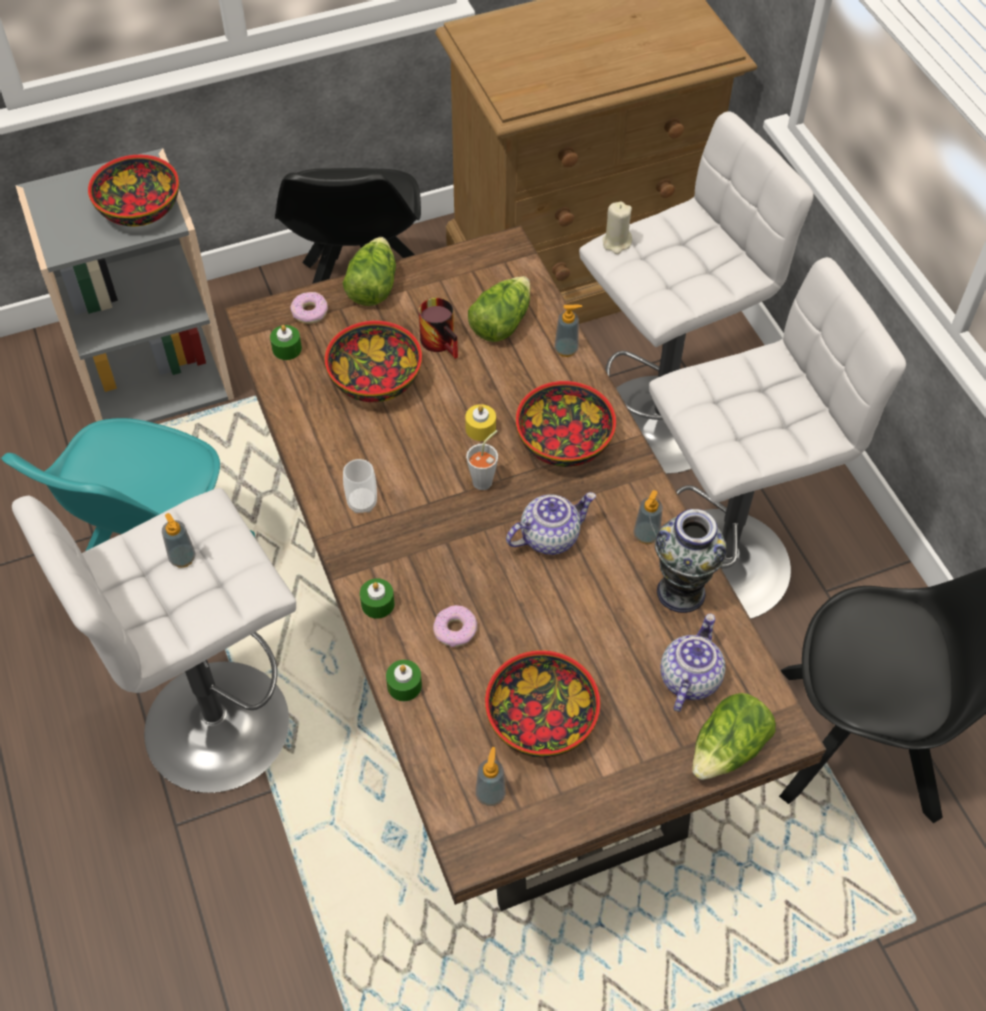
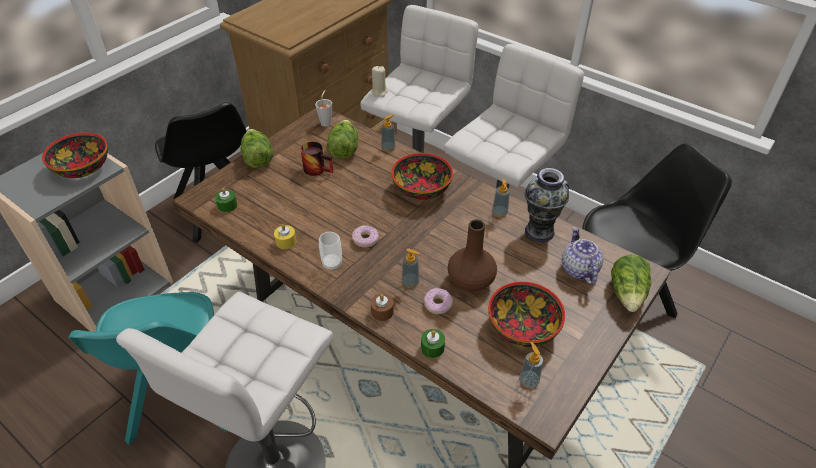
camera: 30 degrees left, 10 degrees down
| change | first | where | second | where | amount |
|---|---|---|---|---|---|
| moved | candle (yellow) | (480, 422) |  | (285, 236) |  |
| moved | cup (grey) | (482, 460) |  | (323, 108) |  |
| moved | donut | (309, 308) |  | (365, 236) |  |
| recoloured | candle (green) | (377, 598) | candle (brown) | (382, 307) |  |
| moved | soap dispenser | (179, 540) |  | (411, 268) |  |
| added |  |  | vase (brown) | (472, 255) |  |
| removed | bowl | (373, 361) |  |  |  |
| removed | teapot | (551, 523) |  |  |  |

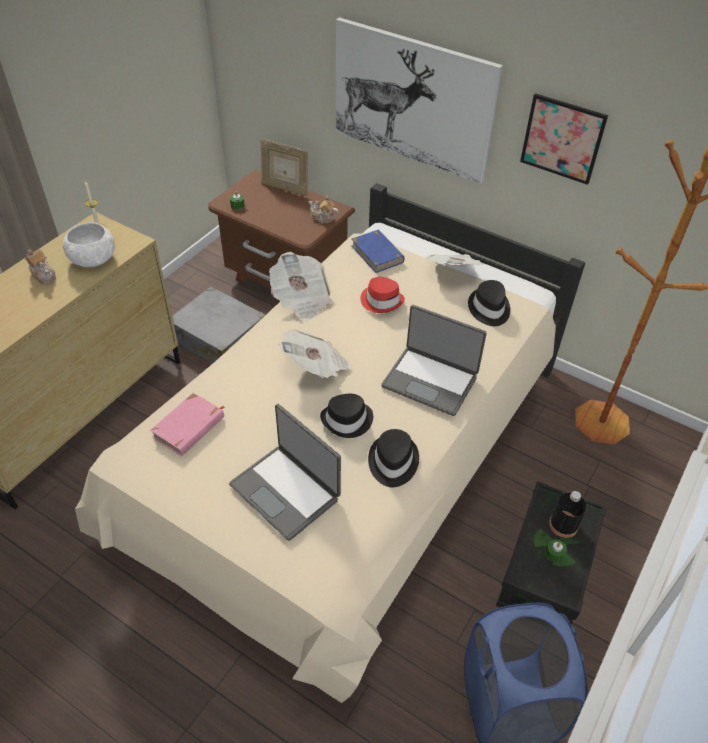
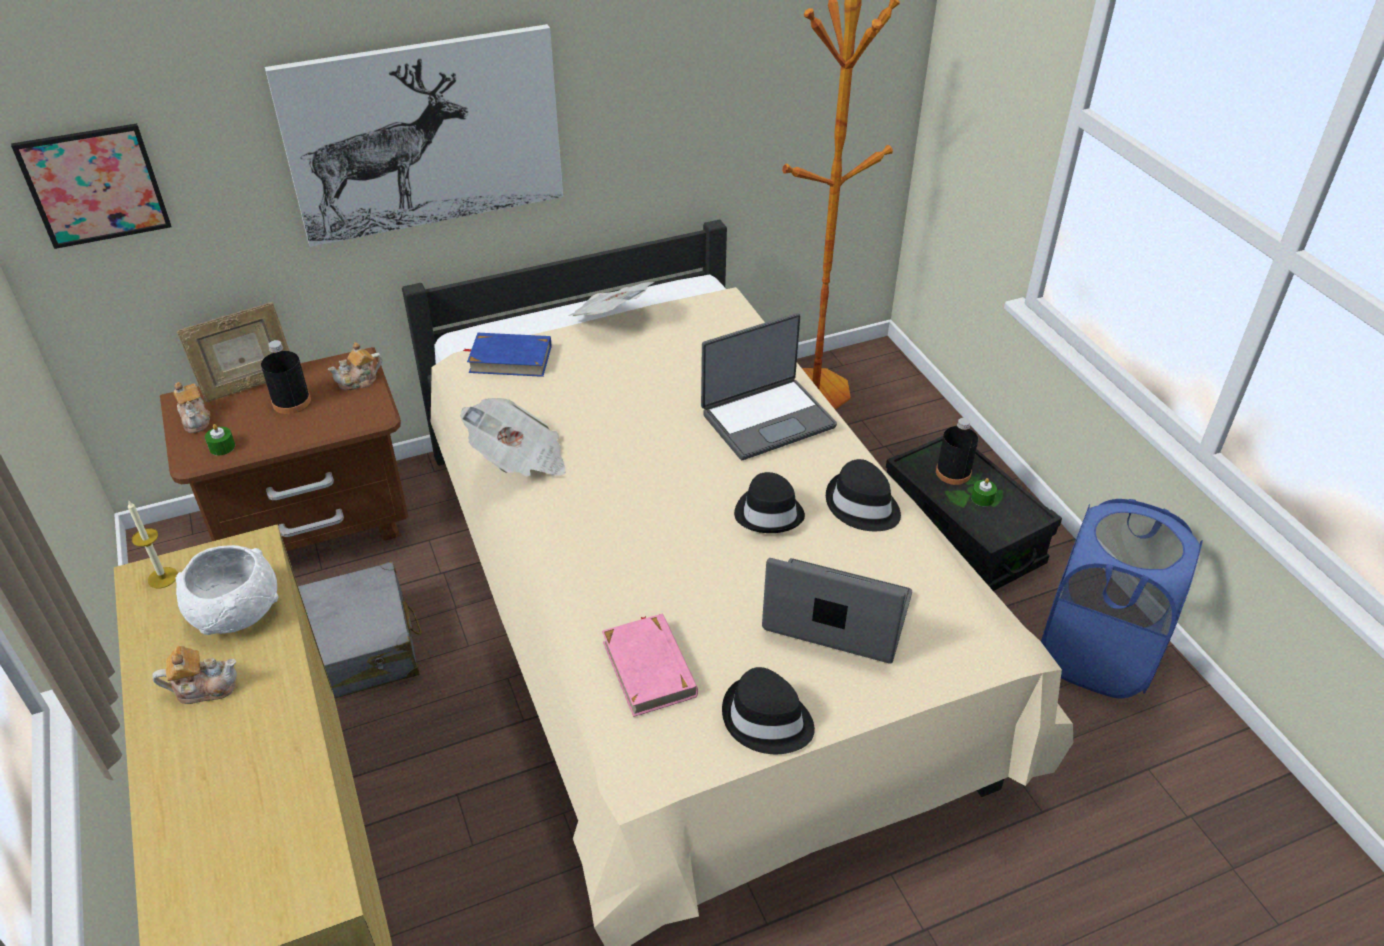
camera: 55 degrees left, 5 degrees down
| change | first | where | second | where | amount |
|---|---|---|---|---|---|
| moved | picture | (564, 139) |  | (91, 186) |  |
| added |  |  | teapot | (192, 407) |  |
| added |  |  | bottle (black) | (286, 377) |  |
| moved | hat (black) | (489, 303) |  | (768, 710) |  |
| turned | laptop | (285, 472) |  | (837, 610) | 150 degrees counterclockwise |
| removed | newspaper | (315, 354) |  |  |  |
| removed | hat (red) | (382, 295) |  |  |  |

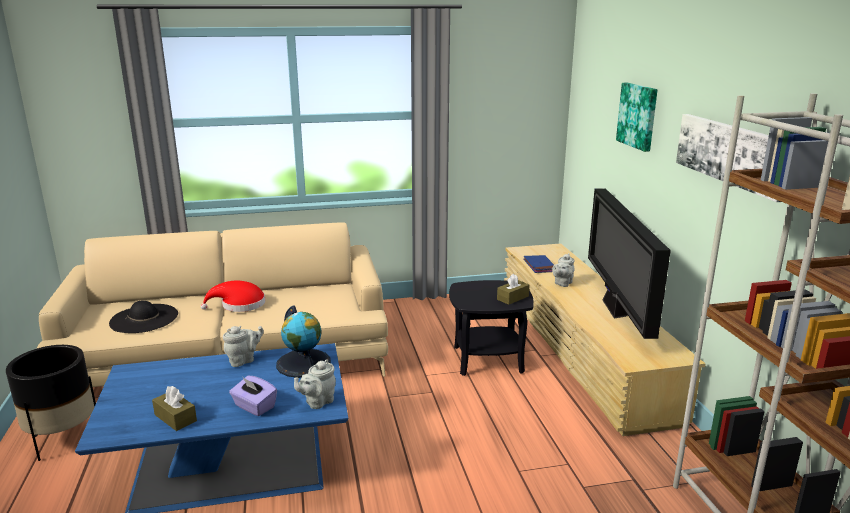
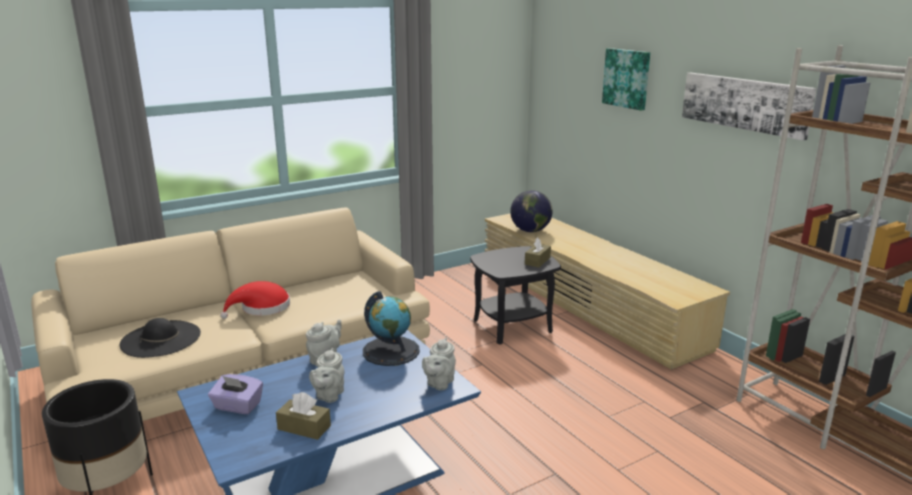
camera: 20 degrees left, 0 degrees up
| change | first | where | second | where | amount |
|---|---|---|---|---|---|
| moved | tissue box (purple) | (253, 396) |  | (235, 394) |  |
| moved | teapot (grey) | (563, 270) |  | (326, 375) |  |
| replaced | book (blue) | (538, 264) | globe | (531, 211) |  |
| removed | television | (629, 263) |  |  |  |

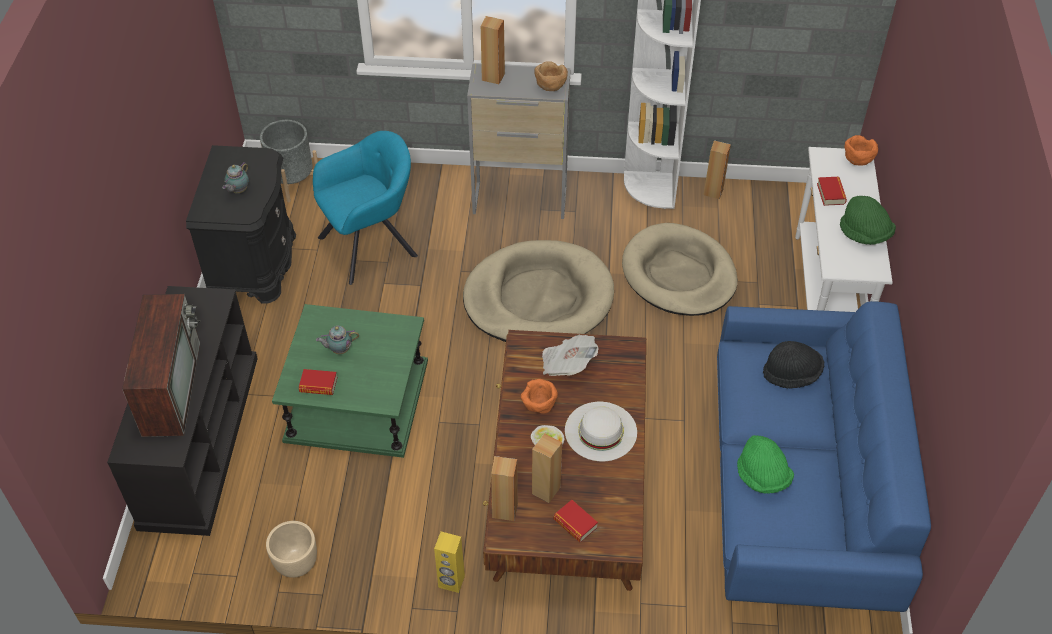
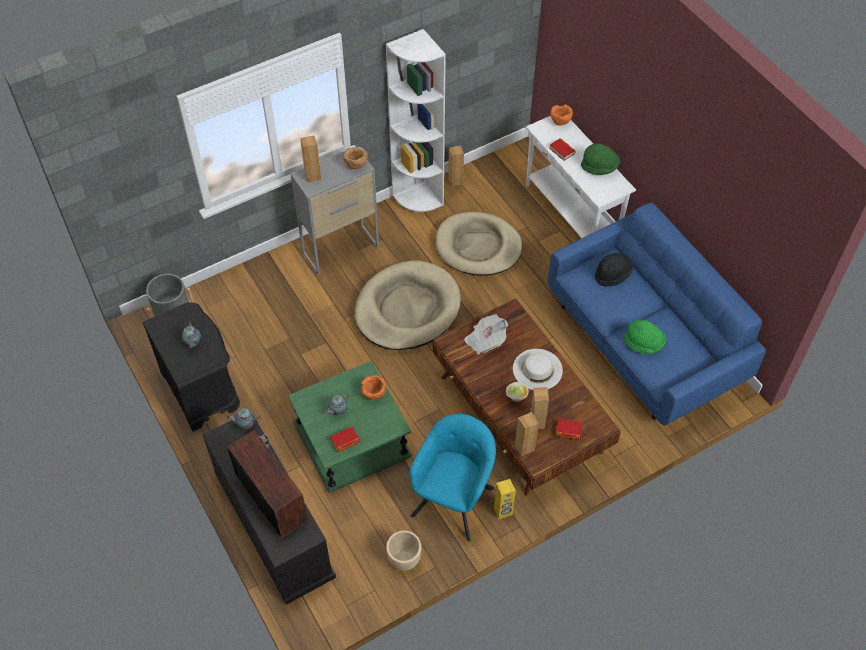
camera: 35 degrees left, 5 degrees up
| change | first | where | second | where | amount |
|---|---|---|---|---|---|
| added |  |  | teapot | (244, 418) |  |
| moved | bowl (orange) | (539, 396) |  | (373, 387) |  |
| moved | armchair (turquoise) | (365, 208) |  | (452, 477) |  |

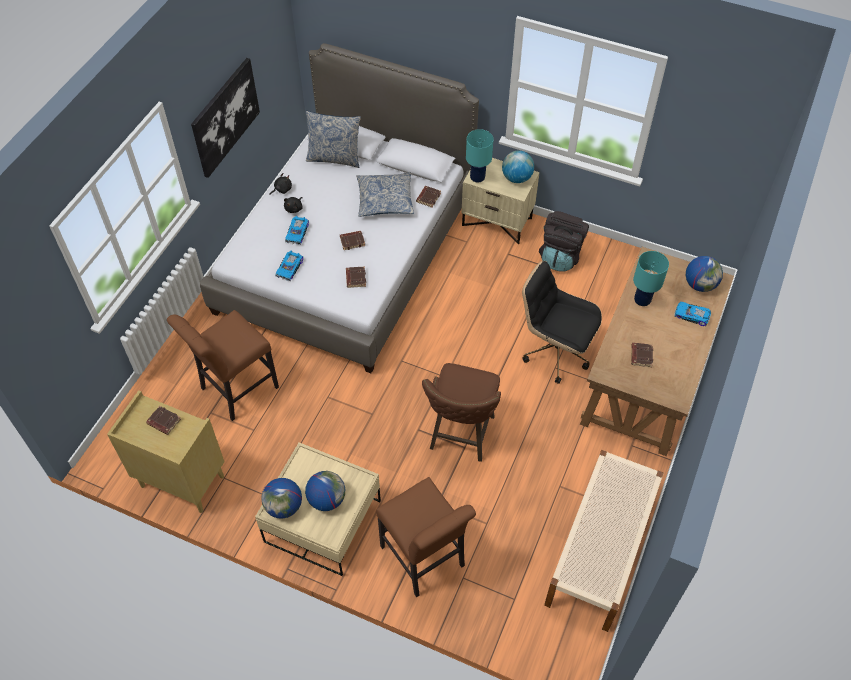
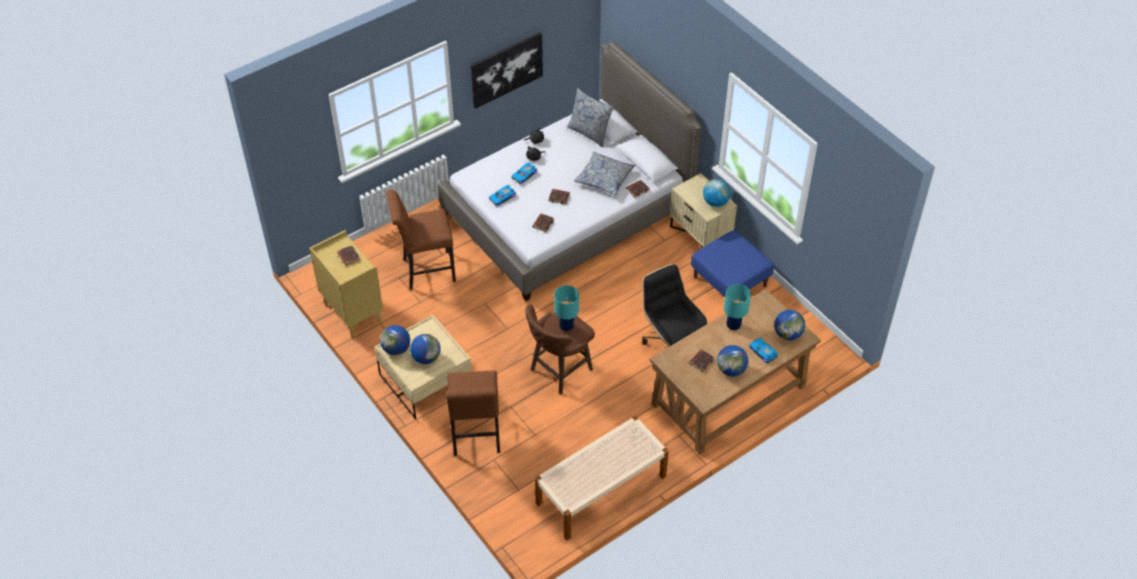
camera: 30 degrees right, 5 degrees down
| change | first | where | second | where | amount |
|---|---|---|---|---|---|
| moved | table lamp (turquoise) | (479, 156) |  | (566, 308) |  |
| replaced | backpack (black) | (564, 241) | ottoman (blue) | (732, 265) |  |
| added |  |  | globe | (732, 360) |  |

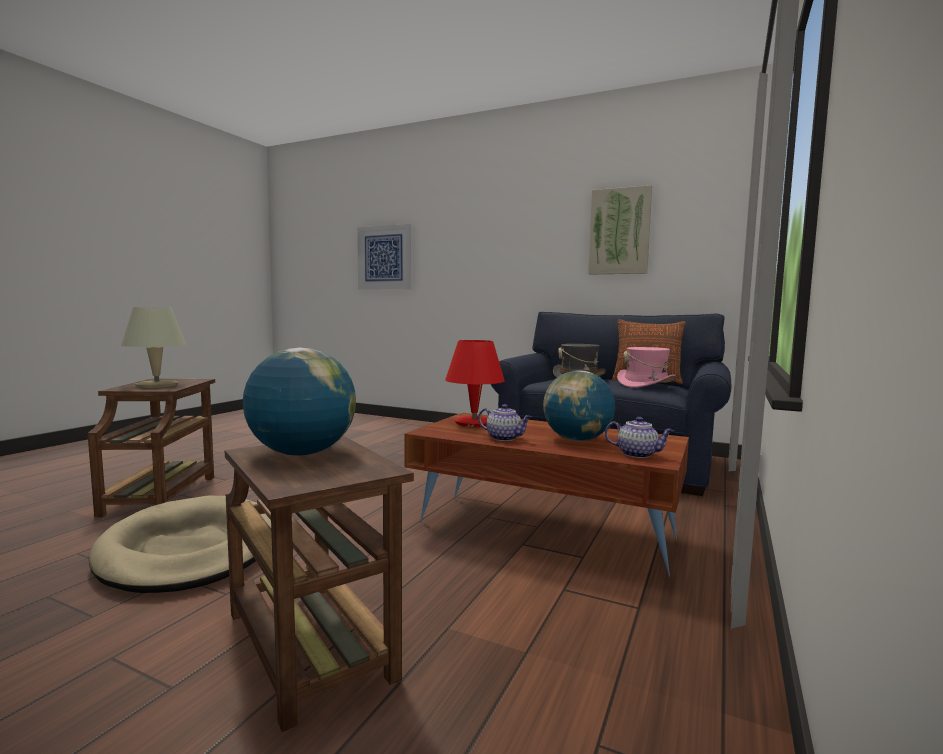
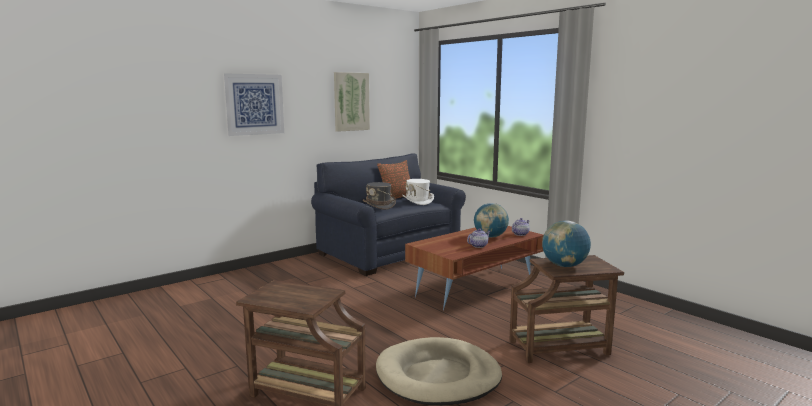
camera: 65 degrees left, 5 degrees up
| change | first | where | second | where | amount |
|---|---|---|---|---|---|
| moved | picture | (384, 256) |  | (253, 104) |  |
| recoloured | hat (pink) | (646, 367) | hat (white) | (418, 192) |  |
| removed | table lamp (beige) | (154, 347) |  |  |  |
| removed | table lamp (red) | (475, 383) |  |  |  |

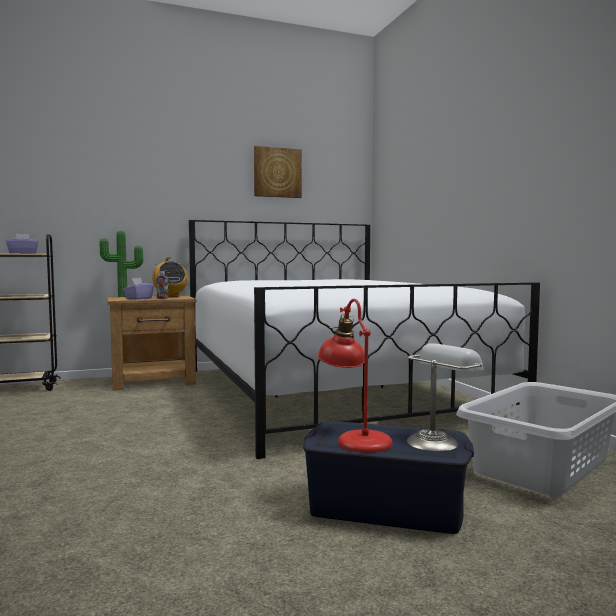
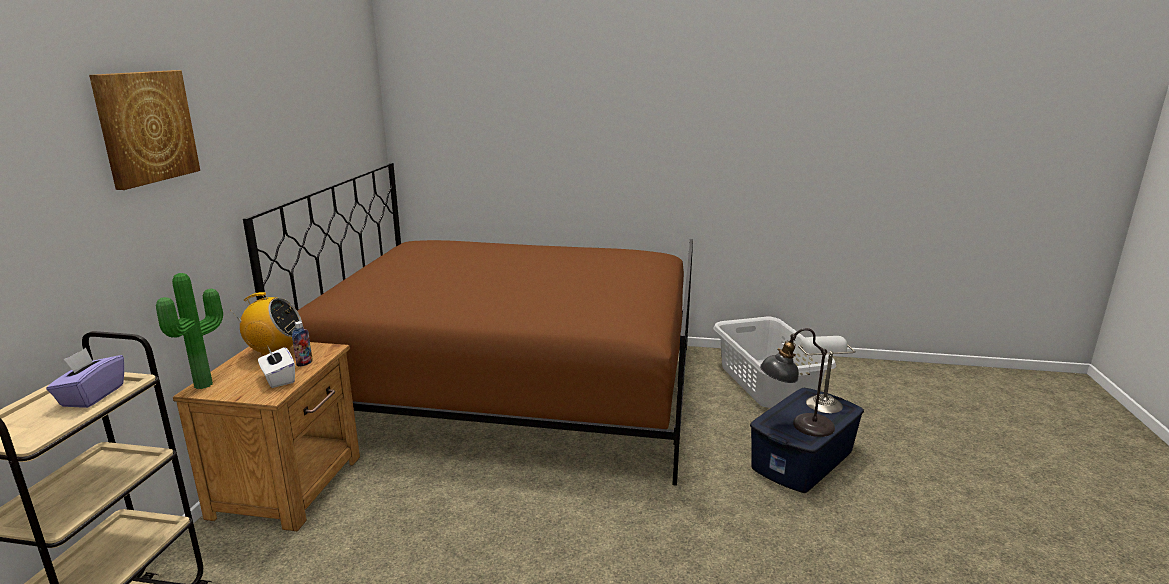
camera: 60 degrees left, 15 degrees up
| change | first | where | second | where | amount |
|---|---|---|---|---|---|
| moved | picture | (278, 172) |  | (144, 130) |  |
| recoloured | bed (white) | (364, 339) | bed (brown) | (468, 324) |  |
| recoloured | tissue box (purple) | (138, 289) | tissue box (white) | (276, 366) |  |
| recoloured | table lamp (red) | (355, 376) | table lamp (grey) | (797, 382) |  |

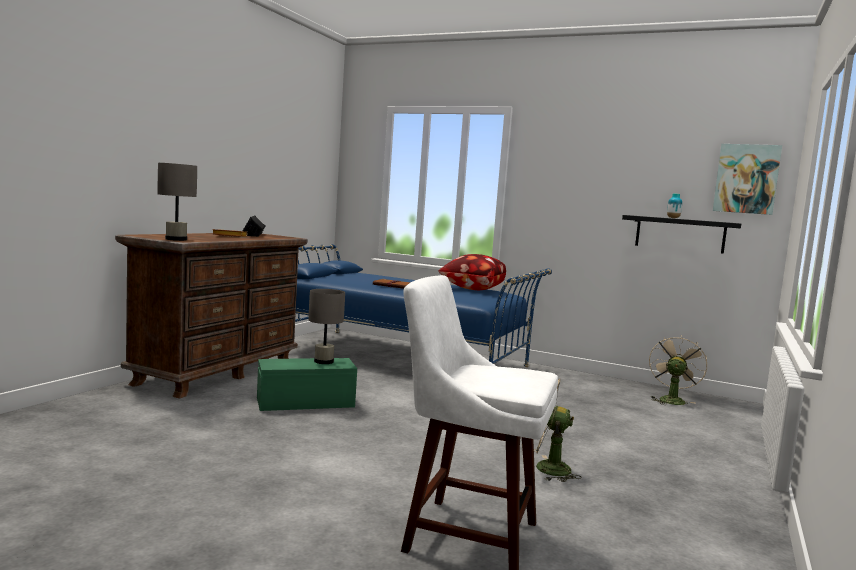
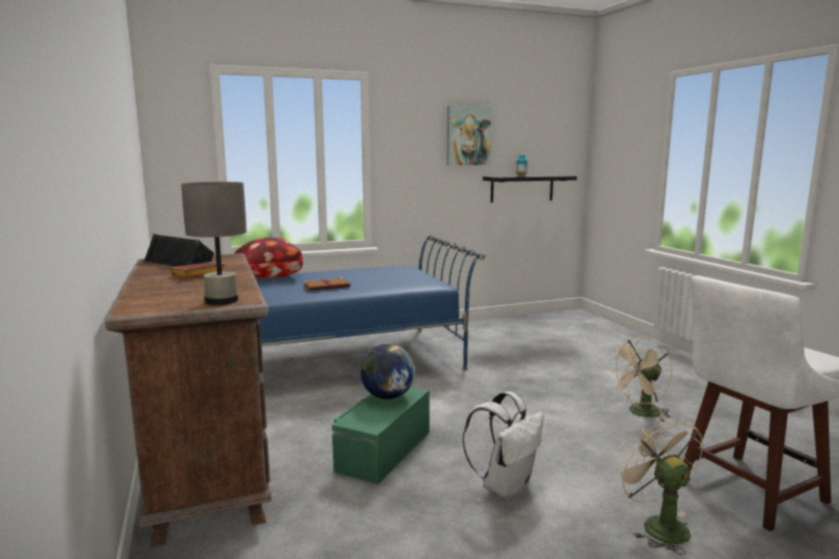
camera: 45 degrees left, 5 degrees up
| change | first | where | second | where | amount |
|---|---|---|---|---|---|
| moved | pillow | (472, 272) |  | (268, 257) |  |
| replaced | table lamp (grey) | (327, 326) | globe | (387, 371) |  |
| moved | picture | (747, 179) |  | (469, 135) |  |
| added |  |  | backpack (white) | (503, 445) |  |
| moved | fan (beige) | (678, 370) |  | (658, 485) |  |

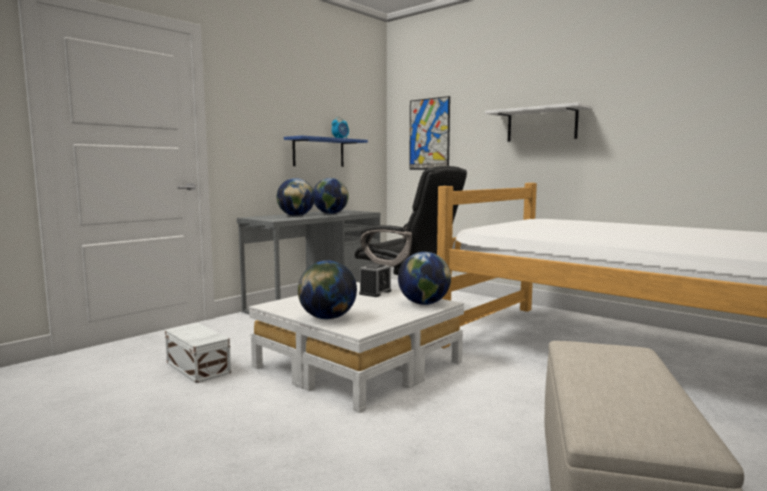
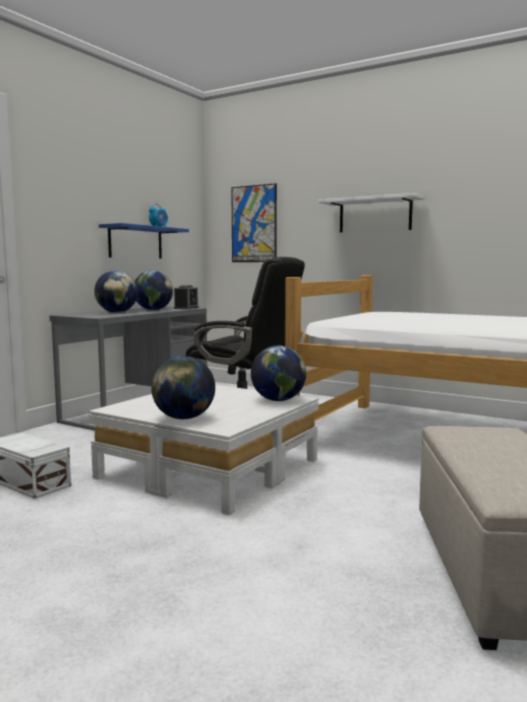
camera: 10 degrees left, 0 degrees up
| change | first | where | second | where | amount |
|---|---|---|---|---|---|
| moved | alarm clock | (375, 280) |  | (186, 297) |  |

